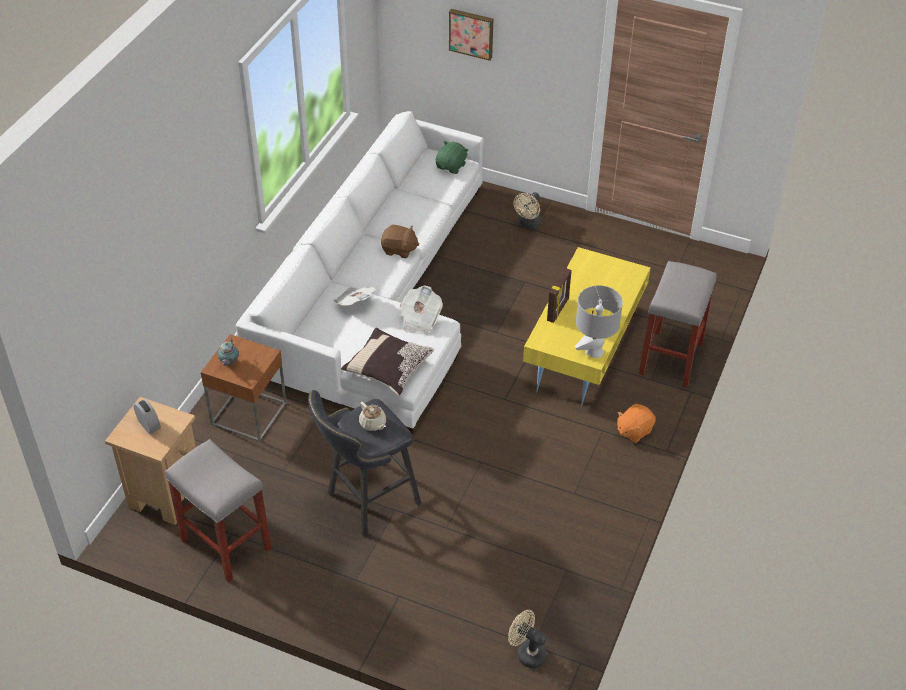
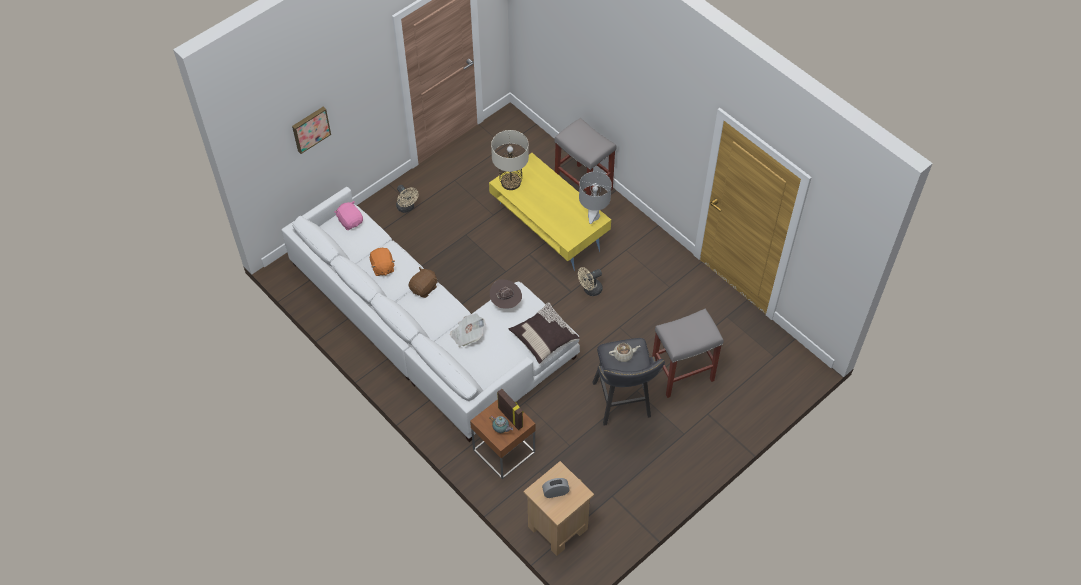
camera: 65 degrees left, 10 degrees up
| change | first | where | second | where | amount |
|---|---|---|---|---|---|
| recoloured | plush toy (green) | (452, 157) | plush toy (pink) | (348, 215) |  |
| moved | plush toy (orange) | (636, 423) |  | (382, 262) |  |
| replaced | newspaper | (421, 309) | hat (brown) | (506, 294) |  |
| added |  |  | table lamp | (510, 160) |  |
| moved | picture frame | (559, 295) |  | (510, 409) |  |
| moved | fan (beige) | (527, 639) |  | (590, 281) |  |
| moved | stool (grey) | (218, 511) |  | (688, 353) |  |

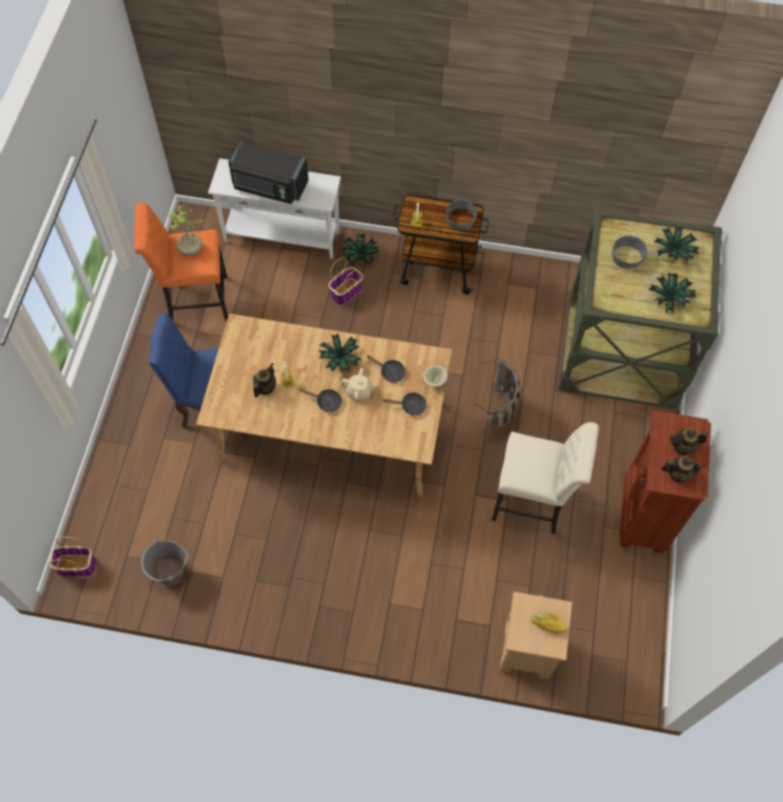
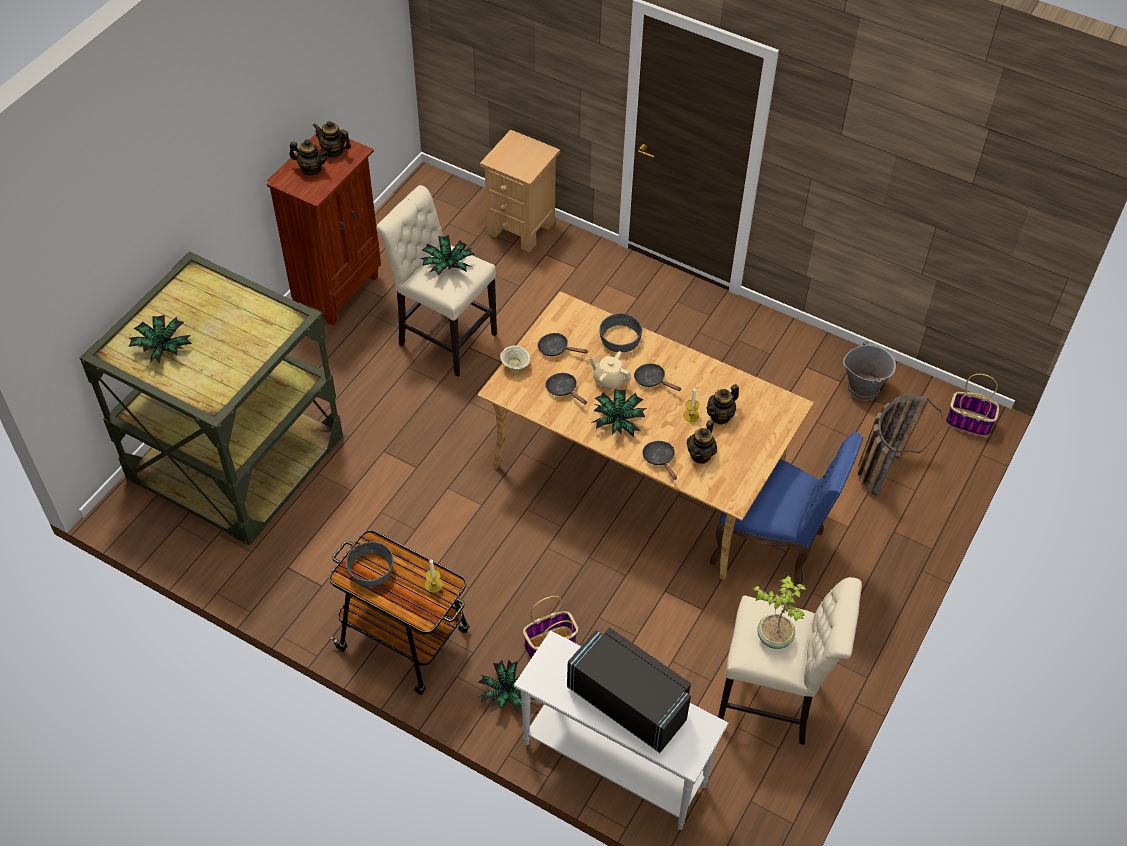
camera: 160 degrees left, 10 degrees down
| change | first | where | second | where | amount |
|---|---|---|---|---|---|
| moved | potted plant | (672, 293) |  | (447, 255) |  |
| moved | bowl (grey) | (629, 252) |  | (620, 332) |  |
| added |  |  | frying pan (black) | (659, 460) |  |
| added |  |  | teapot | (702, 442) |  |
| recoloured | stool (orange) | (181, 262) | stool (beige) | (790, 661) |  |
| moved | basket | (496, 393) |  | (900, 445) |  |
| removed | bread | (549, 623) |  |  |  |

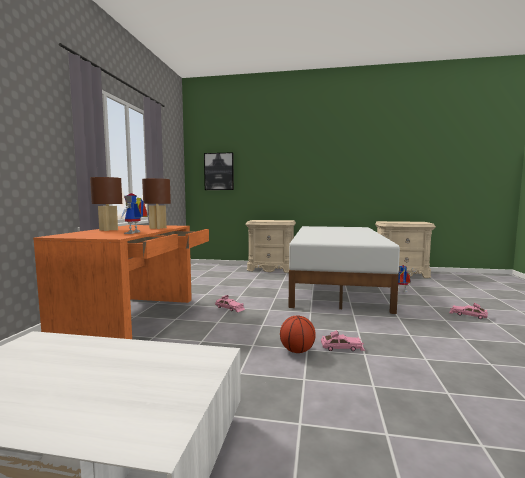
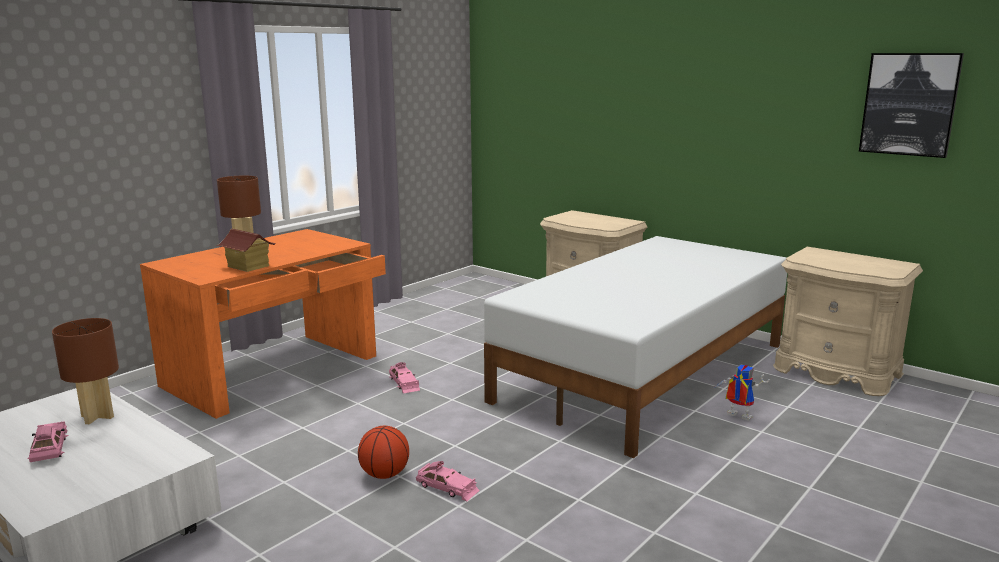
camera: 30 degrees right, 10 degrees up
| change | first | where | second | where | amount |
|---|---|---|---|---|---|
| moved | toy car (pink) | (468, 311) |  | (48, 441) |  |
| moved | table lamp (brown) | (156, 203) |  | (85, 371) |  |
| replaced | toy robot | (134, 213) | toy house | (246, 250) |  |
| moved | picture | (219, 171) |  | (911, 105) |  |

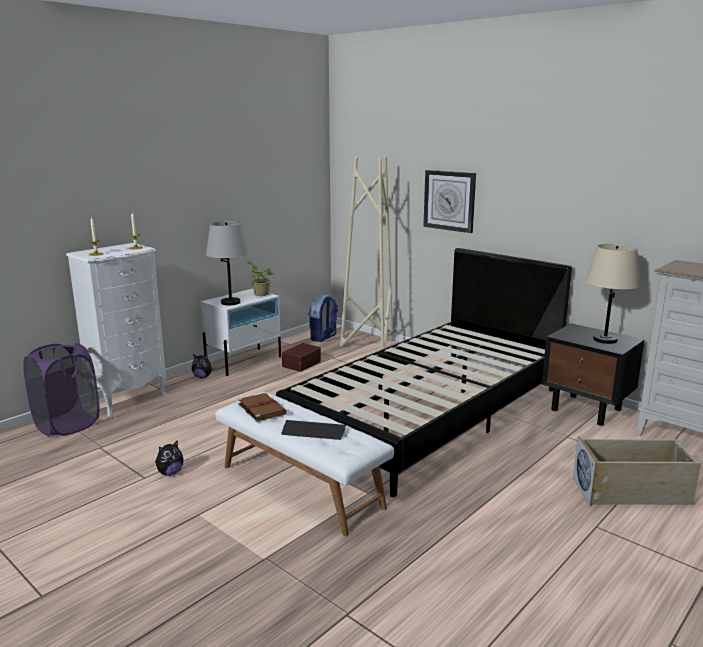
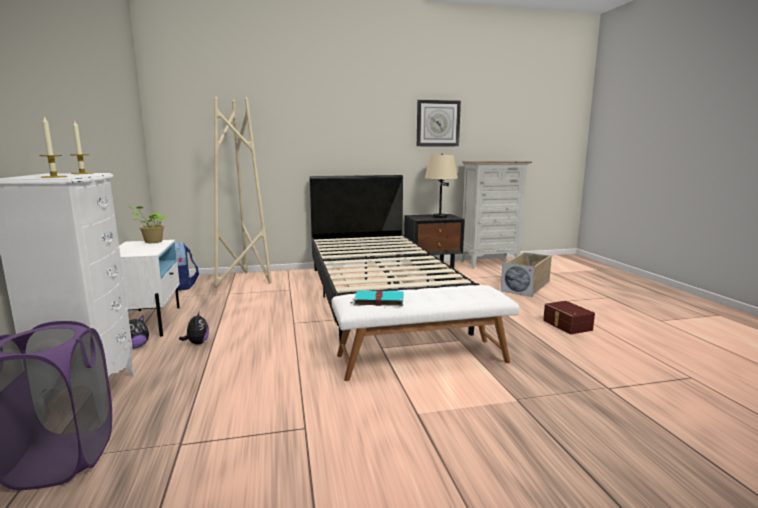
camera: 55 degrees left, 5 degrees down
| change | first | where | second | where | amount |
|---|---|---|---|---|---|
| moved | plush toy | (169, 458) |  | (194, 328) |  |
| recoloured | book (brown) | (262, 407) | book (turquoise) | (377, 298) |  |
| moved | wall clock | (449, 201) |  | (439, 123) |  |
| moved | storage box (brown) | (301, 357) |  | (569, 317) |  |
| removed | table lamp (grey) | (228, 263) |  |  |  |
| removed | keyboard | (313, 430) |  |  |  |

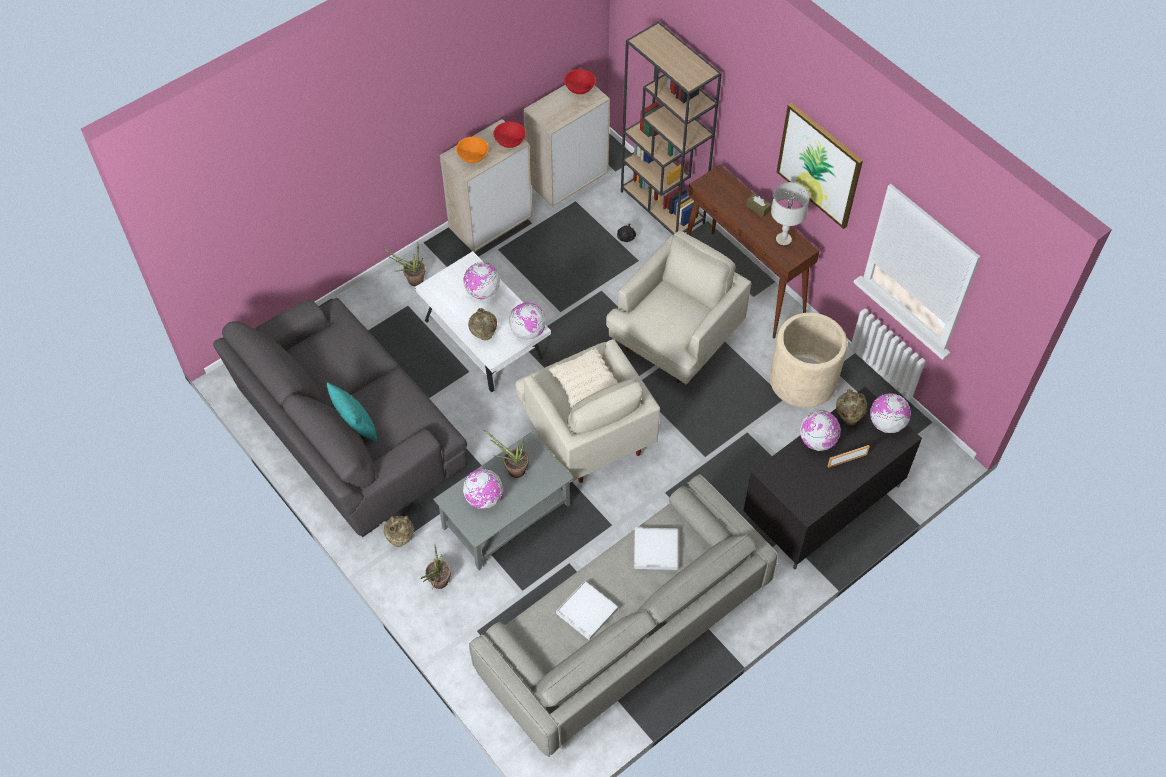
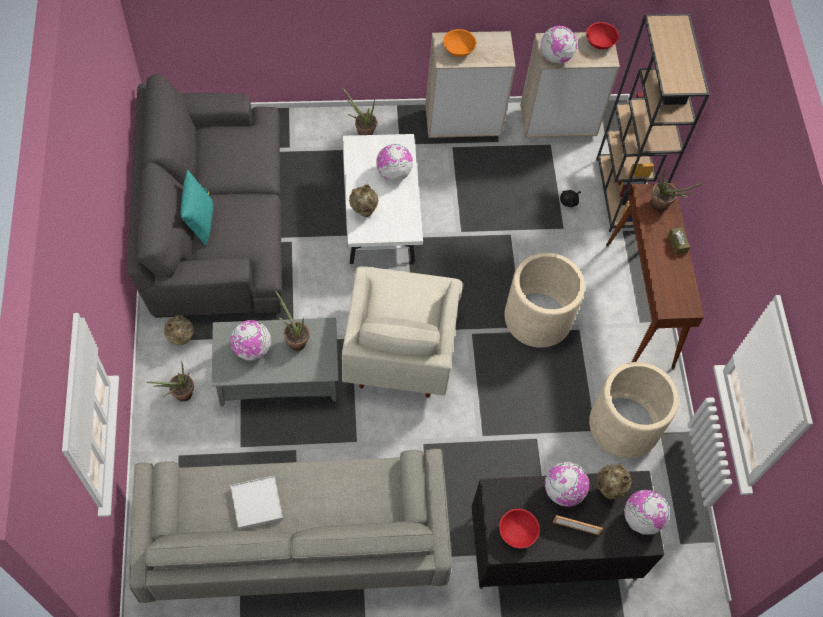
camera: 30 degrees right, 5 degrees up
| change | first | where | second | where | amount |
|---|---|---|---|---|---|
| moved | bowl (red) | (509, 135) |  | (519, 528) |  |
| replaced | armchair (beige) | (678, 307) | planter (beige) | (544, 300) |  |
| moved | globe | (527, 321) |  | (558, 44) |  |
| added |  |  | potted plant | (678, 189) |  |
| removed | pillow (beige) | (583, 378) |  |  |  |
| removed | tray (white) | (656, 548) |  |  |  |
| removed | table lamp (grey) | (790, 214) |  |  |  |
| removed | picture | (820, 166) |  |  |  |

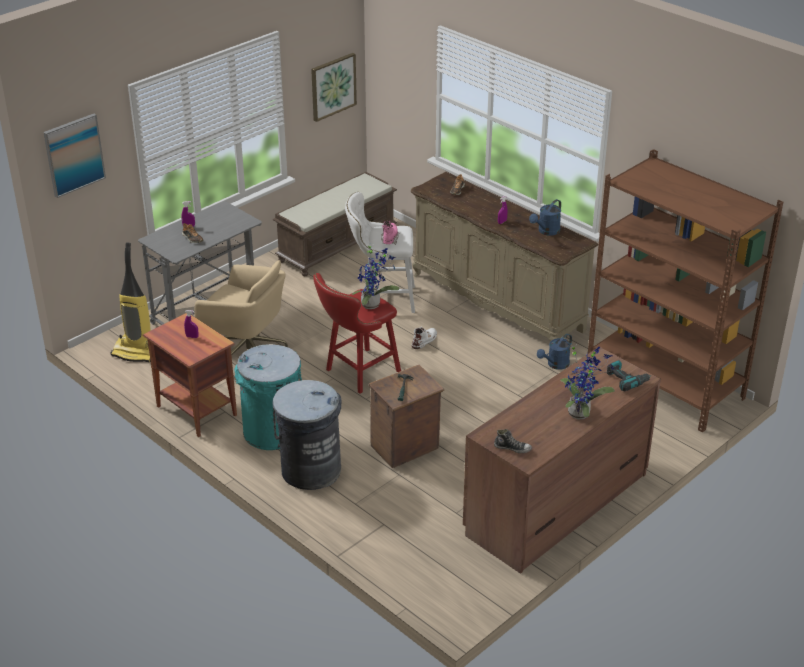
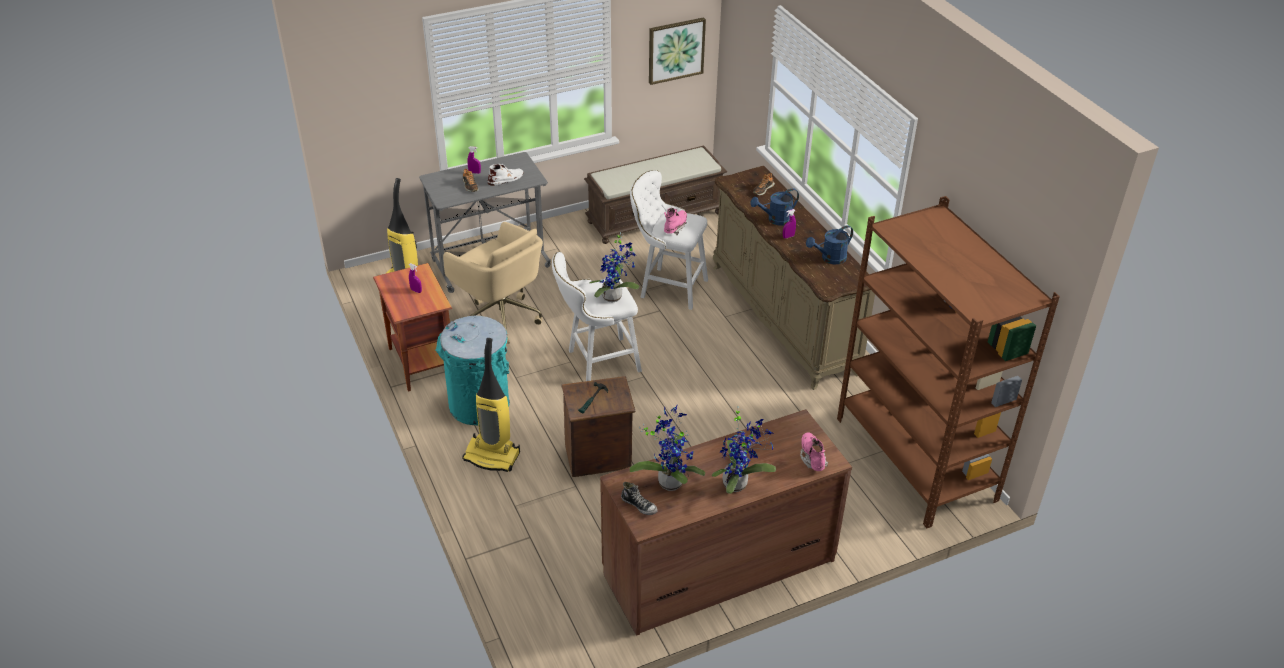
camera: 20 degrees right, 5 degrees up
| change | first | where | second | where | amount |
|---|---|---|---|---|---|
| replaced | trash can (grey) | (307, 435) | vacuum cleaner | (491, 405) |  |
| moved | boot (white) | (424, 338) |  | (506, 174) |  |
| recoloured | stool (red) | (357, 333) | stool (white) | (597, 316) |  |
| added |  |  | potted plant | (667, 448) |  |
| moved | watering can (blue) | (554, 352) |  | (774, 206) |  |
| replaced | power drill | (629, 375) | boot (pink) | (814, 451) |  |
| removed | picture | (74, 156) |  |  |  |

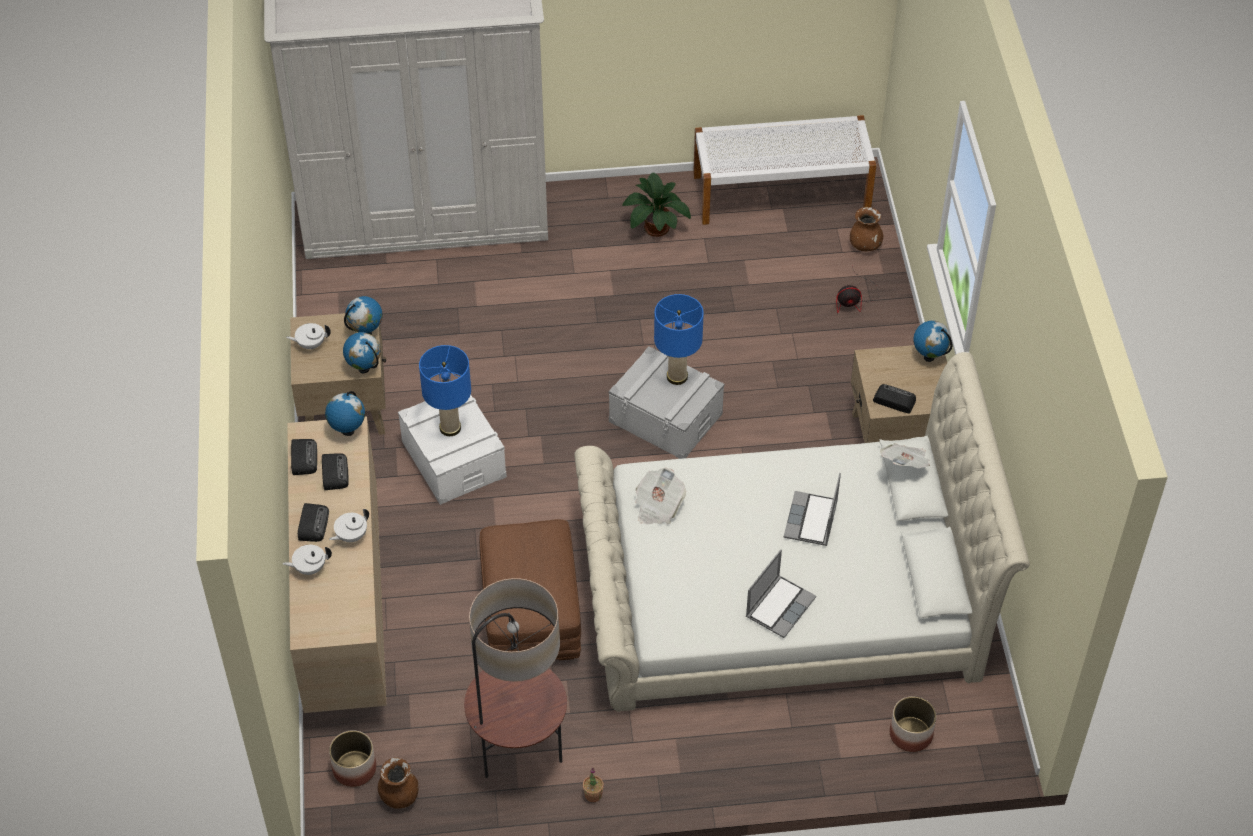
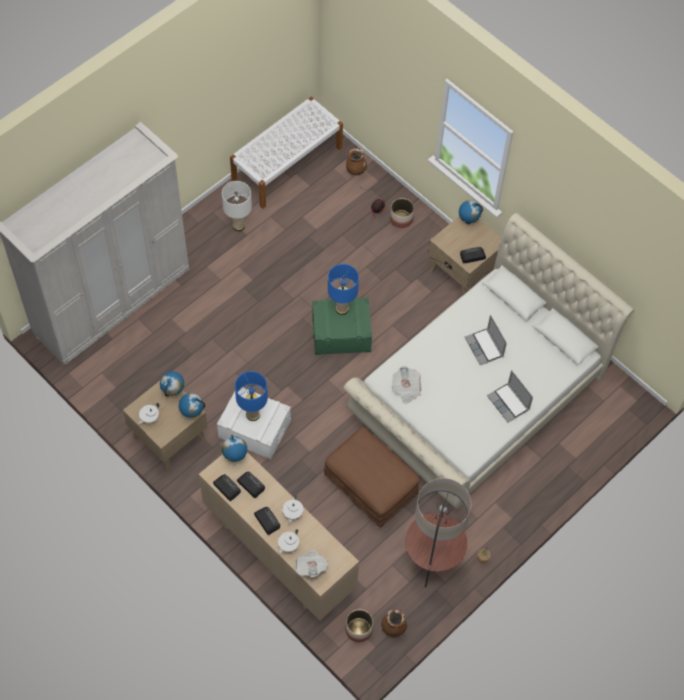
camera: 40 degrees left, 10 degrees up
| change | first | where | second | where | amount |
|---|---|---|---|---|---|
| replaced | potted plant | (656, 205) | table lamp (white) | (237, 206) |  |
| moved | newspaper | (905, 456) |  | (311, 563) |  |
| recoloured | storage box (grey) | (666, 402) | storage box (green) | (342, 326) |  |
| moved | planter | (913, 724) |  | (402, 213) |  |
| turned | laptop | (781, 593) |  | (510, 396) | 150 degrees clockwise |

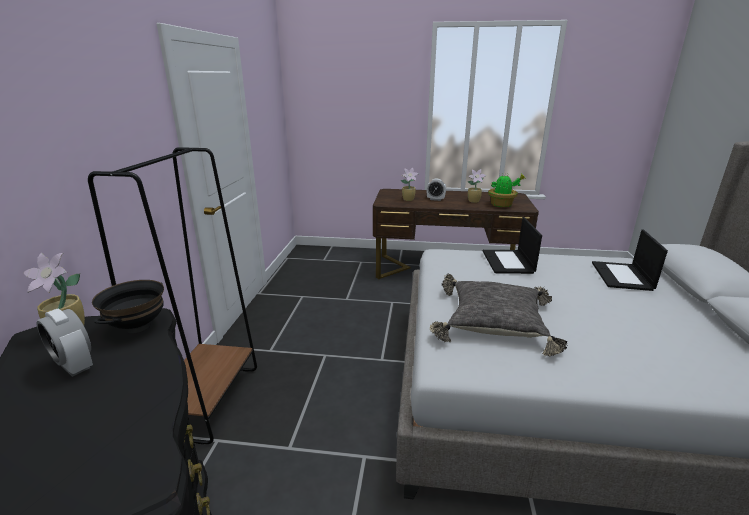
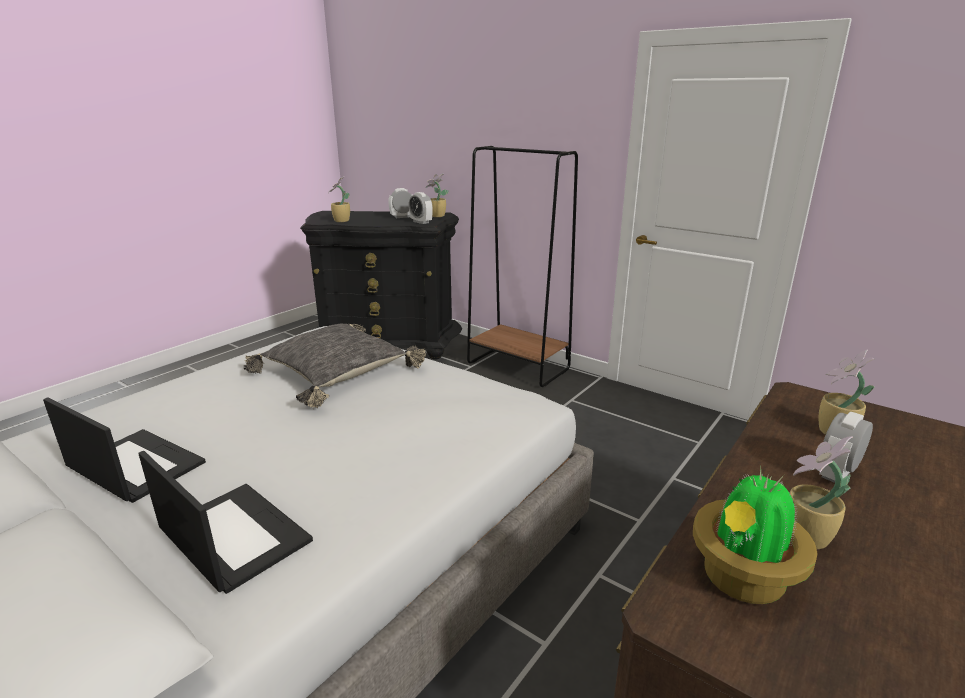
camera: 120 degrees right, 0 degrees up
| change | first | where | second | where | amount |
|---|---|---|---|---|---|
| moved | laptop | (512, 245) |  | (124, 450) |  |
| added |  |  | potted plant | (339, 199) |  |
| replaced | bowl (black) | (128, 307) | alarm clock | (421, 208) |  |

